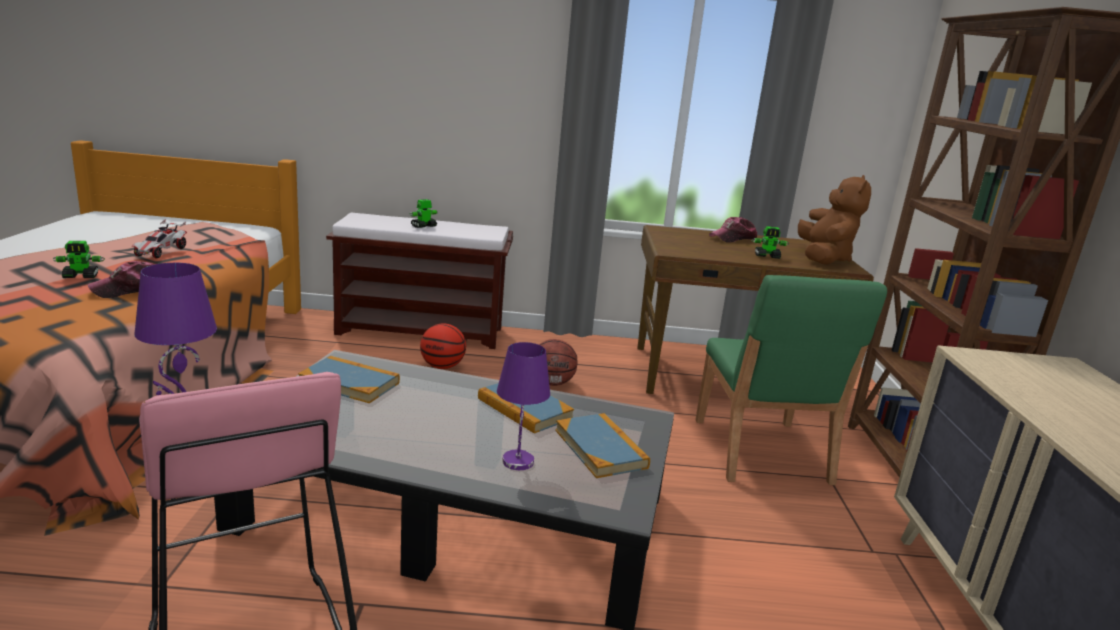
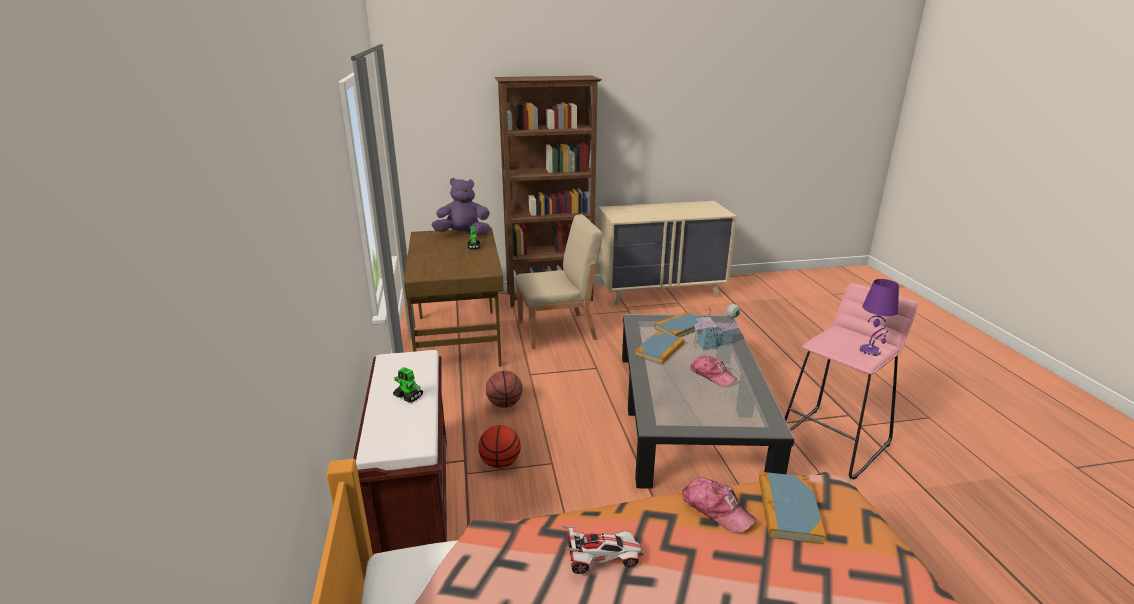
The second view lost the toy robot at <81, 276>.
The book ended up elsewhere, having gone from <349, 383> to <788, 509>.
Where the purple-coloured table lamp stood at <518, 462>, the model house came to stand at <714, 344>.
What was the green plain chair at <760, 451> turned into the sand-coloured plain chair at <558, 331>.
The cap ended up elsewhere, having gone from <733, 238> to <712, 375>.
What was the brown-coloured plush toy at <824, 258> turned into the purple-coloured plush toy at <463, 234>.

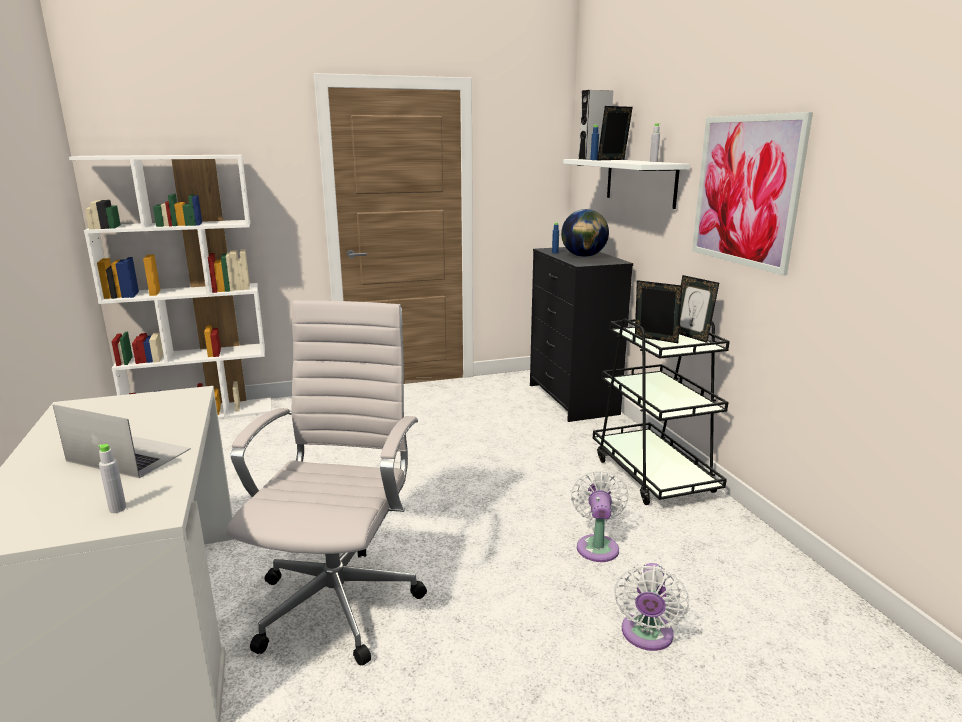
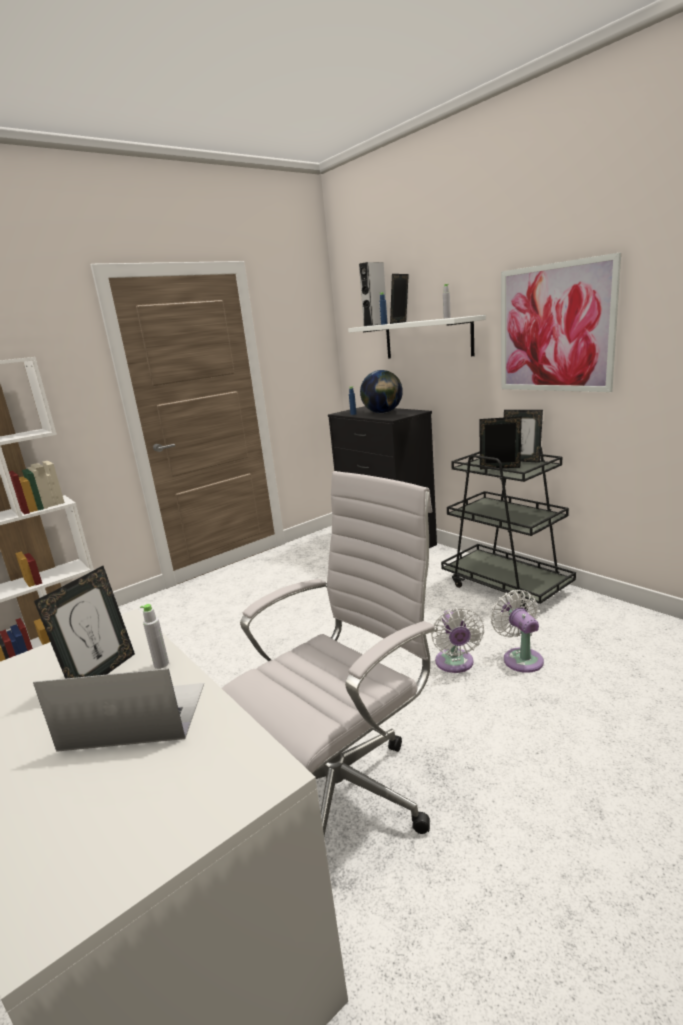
The grey drink bottle ended up elsewhere, having gone from <117, 509> to <161, 664>.
The white-coloured computer chair at <340, 599> ended up facing another way, 60 degrees clockwise from before.
The white-coloured electric fan ended up elsewhere, having gone from <646, 636> to <455, 664>.
The second view gained the standing frame at <101, 673>.

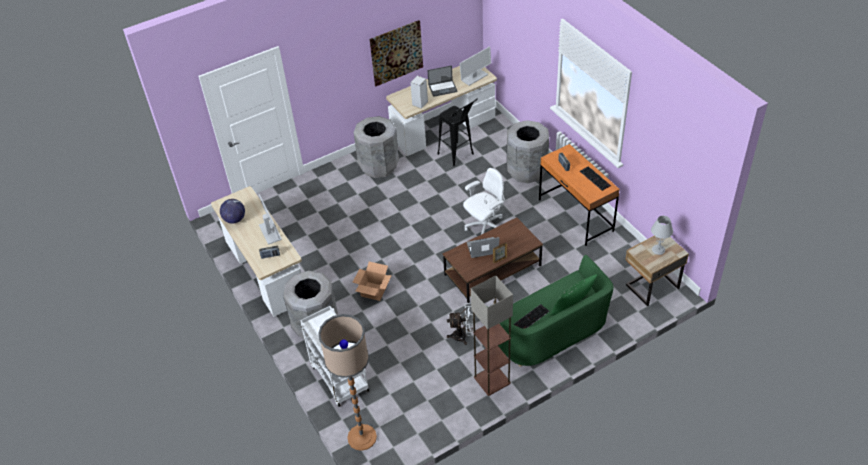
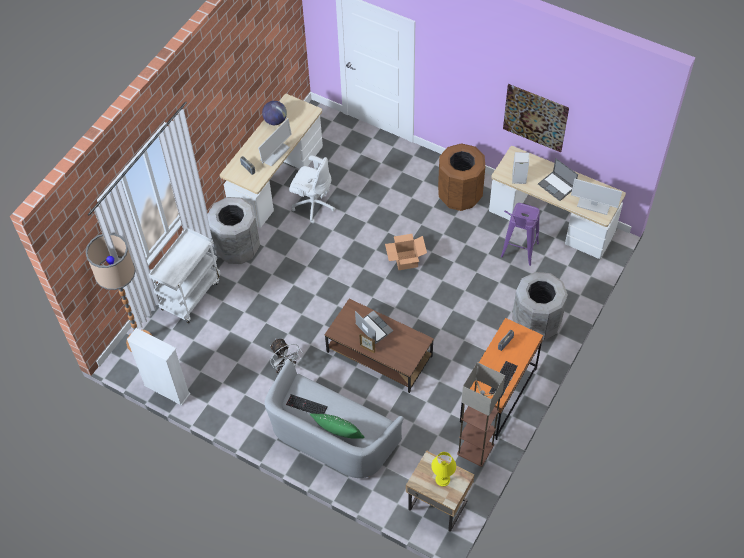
The packing box ended up elsewhere, having gone from <374, 291> to <406, 260>.
What was the grey trash can at <379, 166> turned into the brown-coloured trash can at <459, 195>.
What was the blackish stool seat at <459, 157> turned into the purple-coloured stool seat at <517, 255>.
The white-coloured computer chair ended up elsewhere, having gone from <485, 228> to <313, 204>.
The standard lamp ended up elsewhere, having gone from <492, 381> to <475, 449>.
What was the green couch at <551, 330> turned into the grey couch at <331, 436>.
What was the grey table lamp at <658, 249> turned into the yellow-coloured table lamp at <443, 479>.
The second view gained the white-coloured shelving unit at <167, 389>.

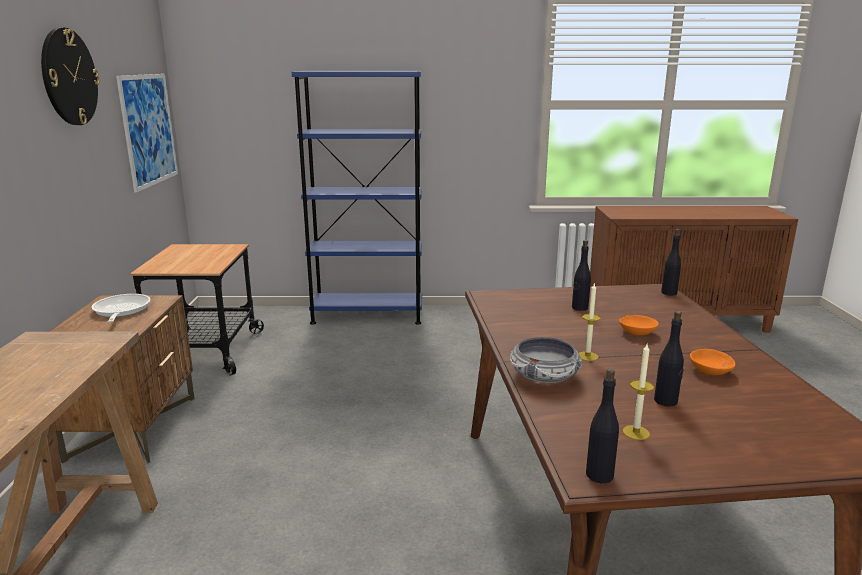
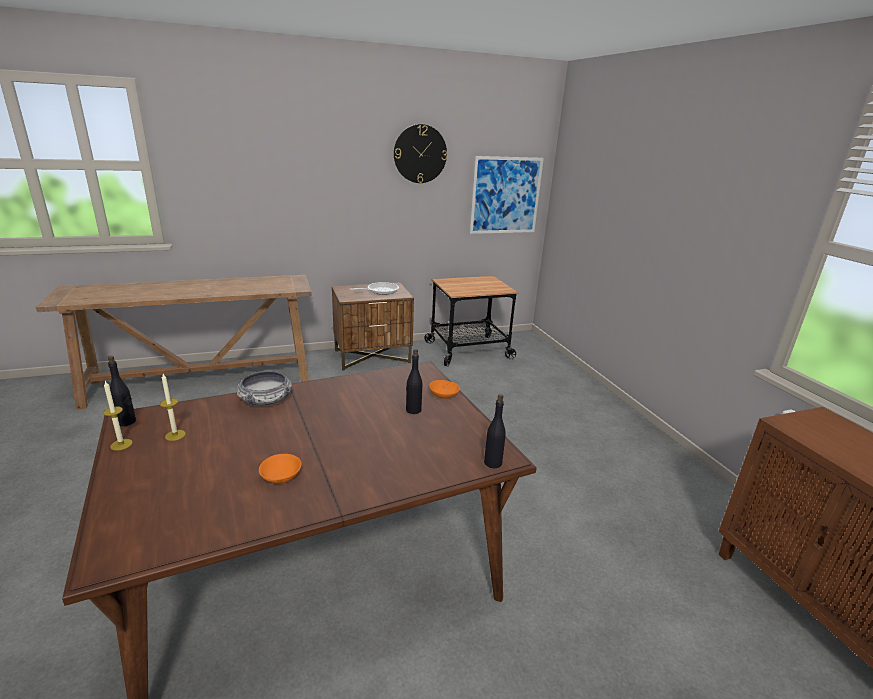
The second view lost the bluish shelving unit at <367, 315>.
The wax light ended up elsewhere, having gone from <587, 356> to <121, 444>.
The orange-coloured deep dish ended up elsewhere, having gone from <638, 333> to <443, 395>.
The second view lost the blackish drink bottle at <666, 401>.

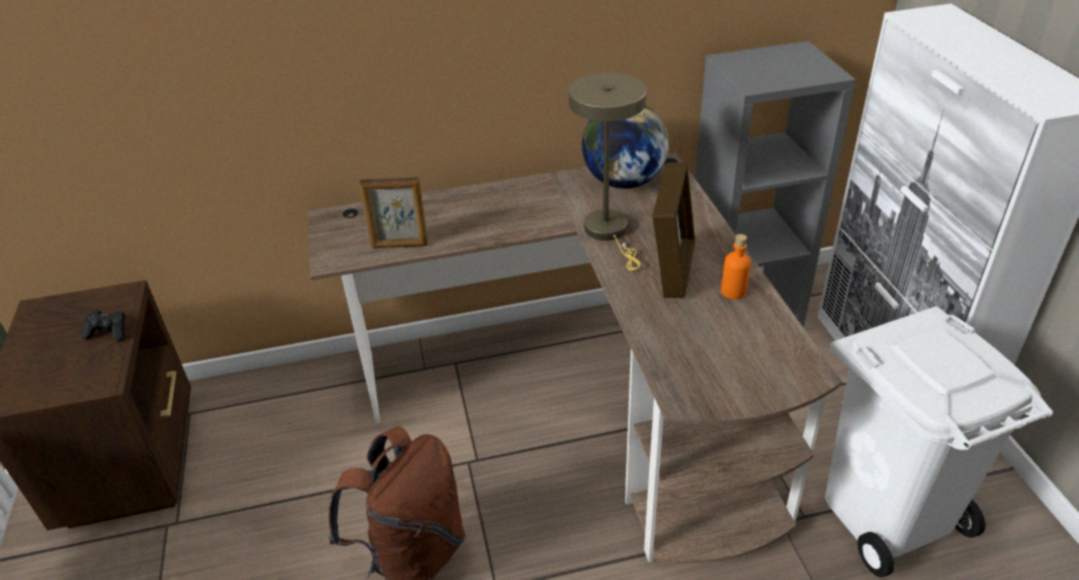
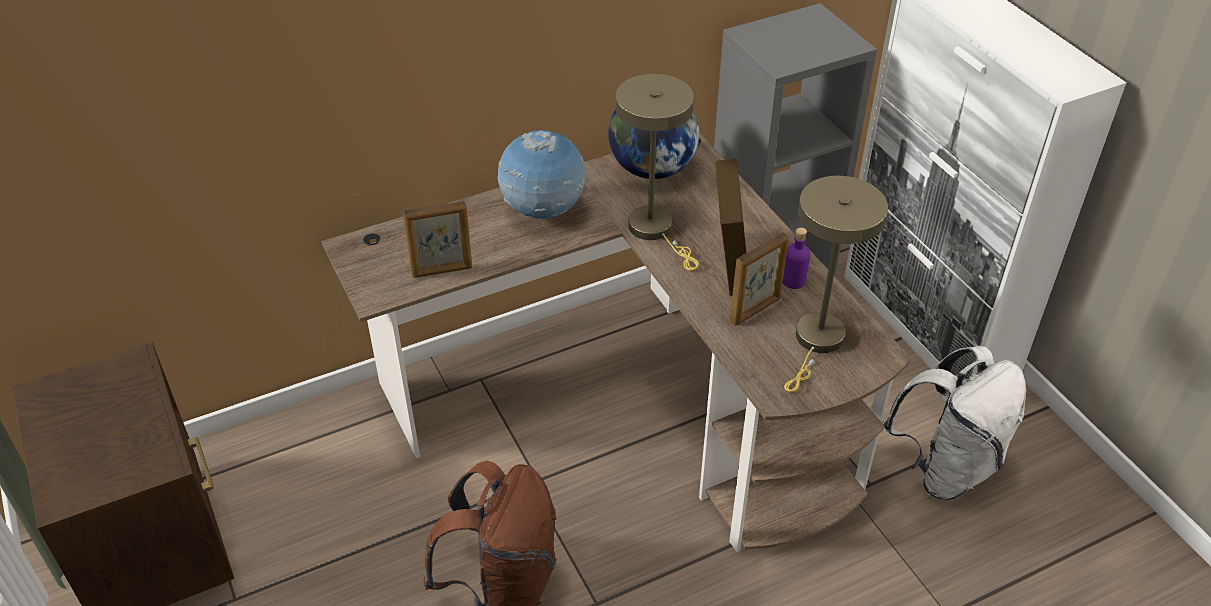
The second view lost the blackish joypad at <109, 332>.
What was the orange-coloured drink bottle at <733, 291> turned into the purple-coloured drink bottle at <793, 280>.
Where the white-coloured trash can stood at <888, 513>, the white-coloured backpack came to stand at <945, 467>.
The second view gained the world globe at <543, 212>.
The second view gained the standing frame at <755, 310>.
The second view gained the sand-coloured table lamp at <817, 342>.

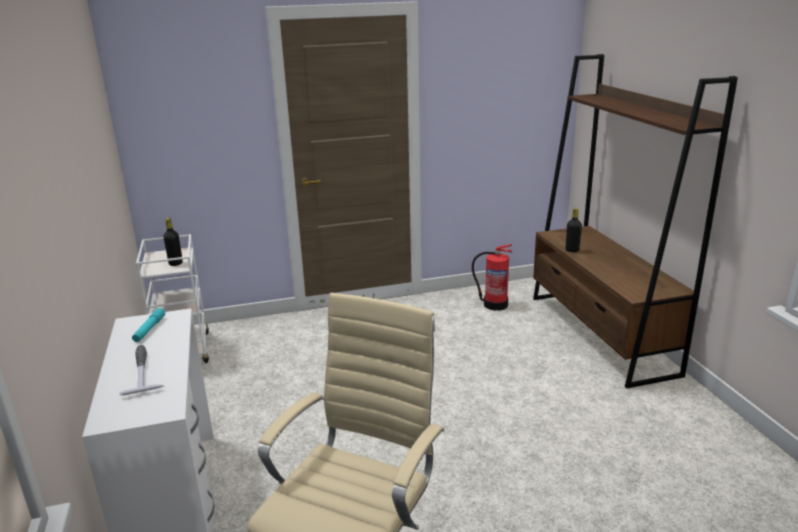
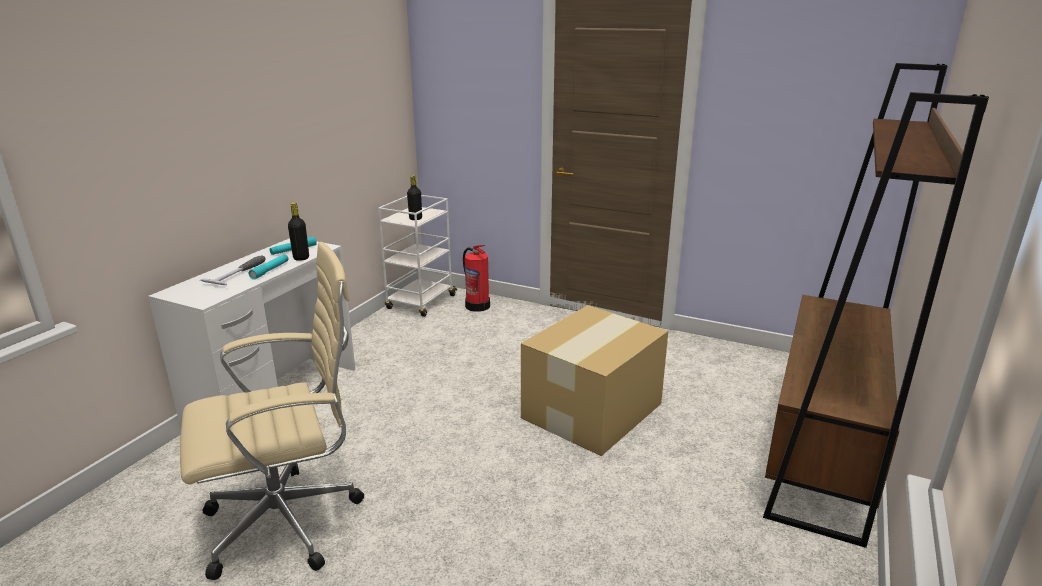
The extinguisher ended up elsewhere, having gone from <494, 304> to <477, 305>.
The blackish drink bottle ended up elsewhere, having gone from <572, 250> to <301, 258>.
The second view gained the blue-green flashlight at <270, 270>.
The second view gained the packing box at <593, 410>.

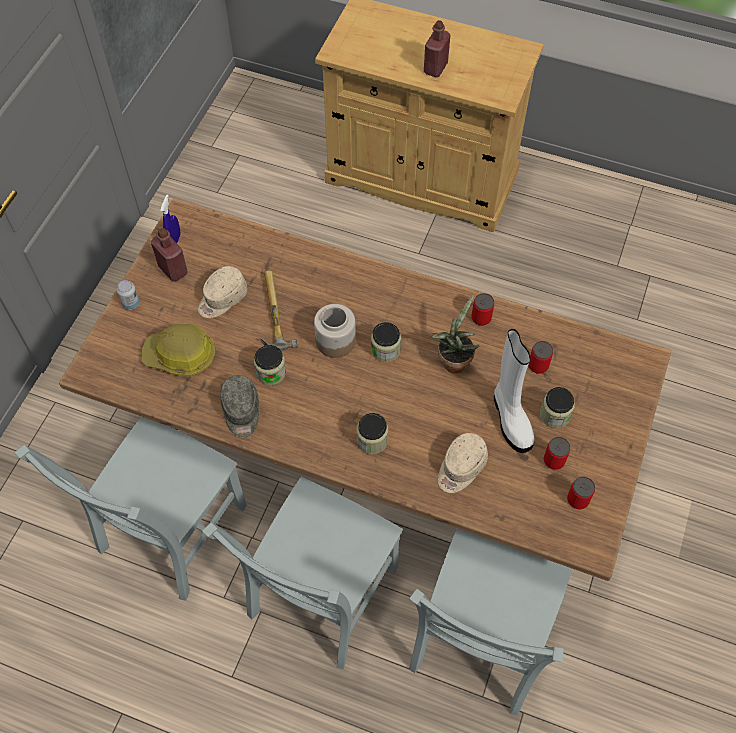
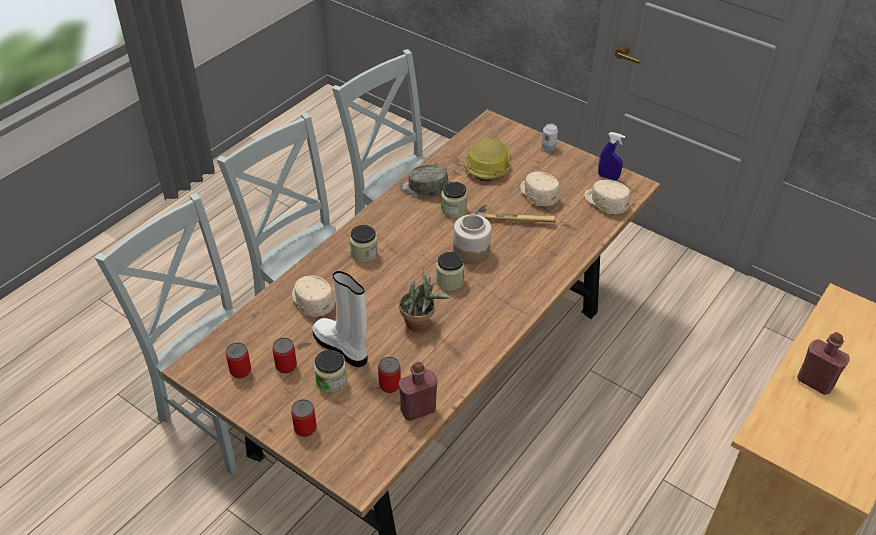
The reddish drink bottle ended up elsewhere, having gone from <173, 270> to <418, 410>.
The metal can ended up elsewhere, having gone from <481, 318> to <305, 428>.
The white-coloured boot at <510, 419> ended up facing another way, 45 degrees clockwise from before.
The second view gained the sand-coloured cap at <605, 203>.

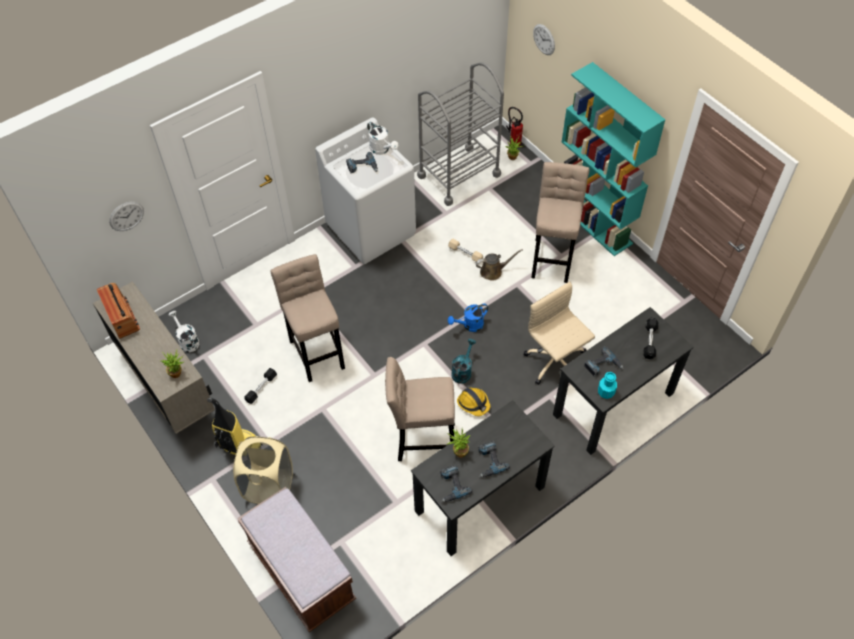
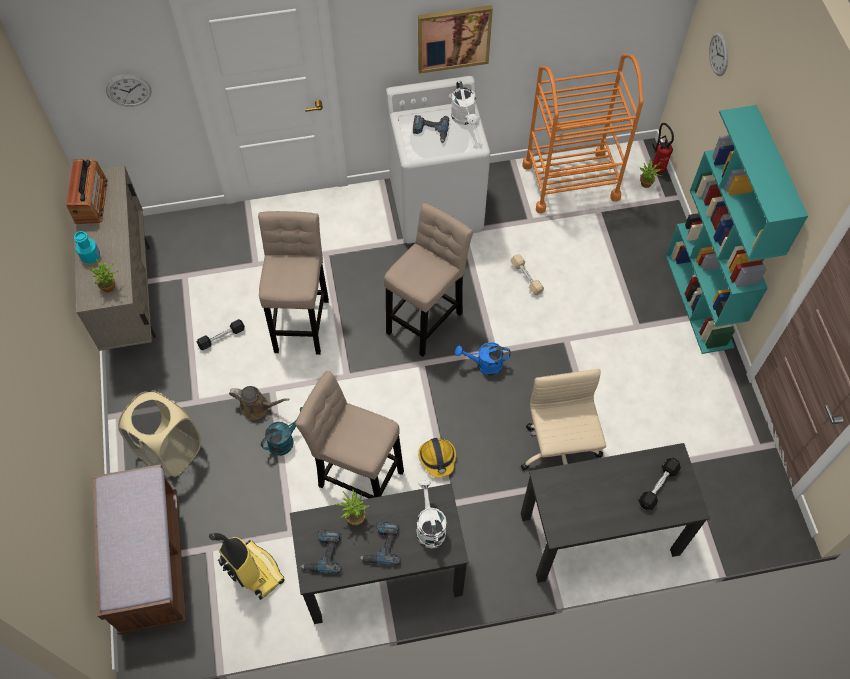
The white-coloured watering can ended up elsewhere, having gone from <187, 341> to <429, 526>.
The vacuum ended up elsewhere, having gone from <239, 445> to <254, 571>.
What was the grey wheeled cart at <459, 175> turned into the orange-coloured wheeled cart at <570, 181>.
The blue-green watering can ended up elsewhere, having gone from <462, 371> to <285, 440>.
The brown-coloured watering can ended up elsewhere, having gone from <493, 271> to <257, 407>.
The sand-coloured stool seat ended up elsewhere, having gone from <552, 257> to <427, 319>.
The second view lost the electric drill at <603, 366>.
The blue-green drink bottle ended up elsewhere, having gone from <606, 392> to <90, 256>.
The second view gained the wall picture at <453, 38>.

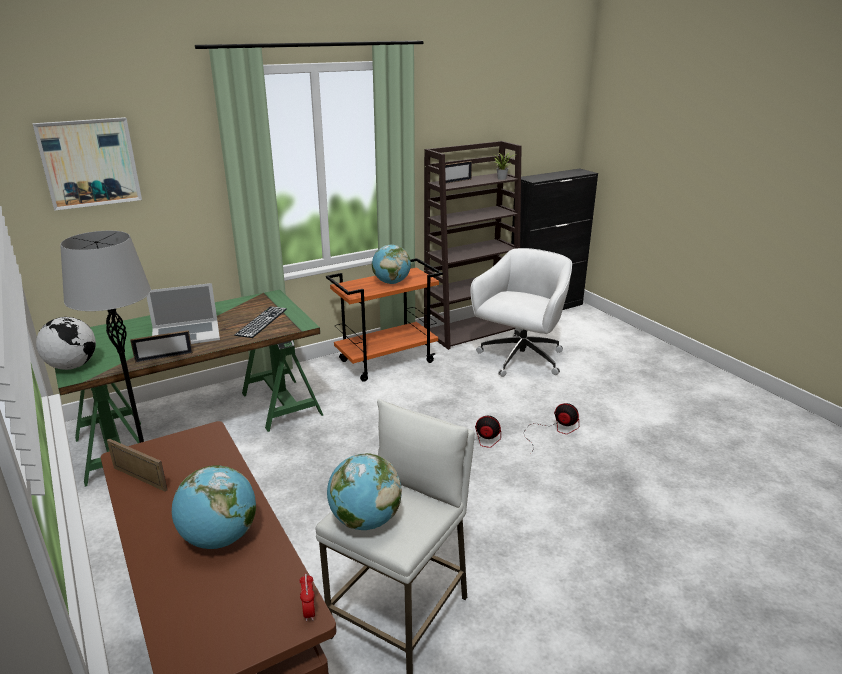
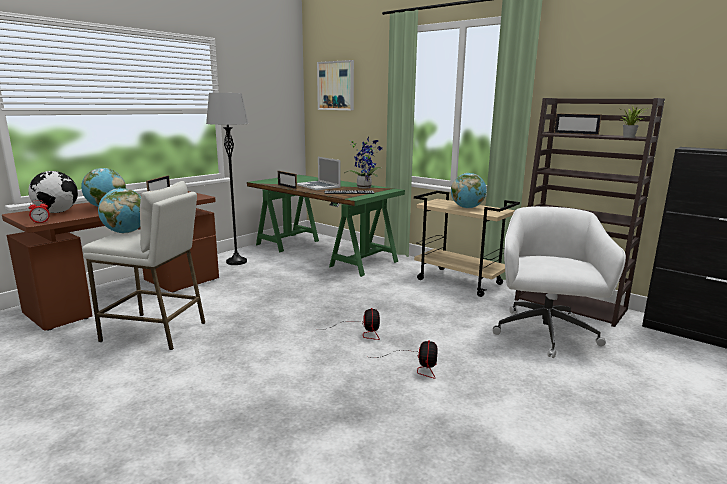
The world globe ended up elsewhere, having gone from <72, 366> to <57, 212>.
What was the orange-coloured wheeled cart at <387, 361> turned into the sand-coloured wheeled cart at <460, 282>.
The white-coloured computer chair at <520, 359> ended up facing another way, 90 degrees counterclockwise from before.
The second view gained the plant in a pot at <365, 187>.

